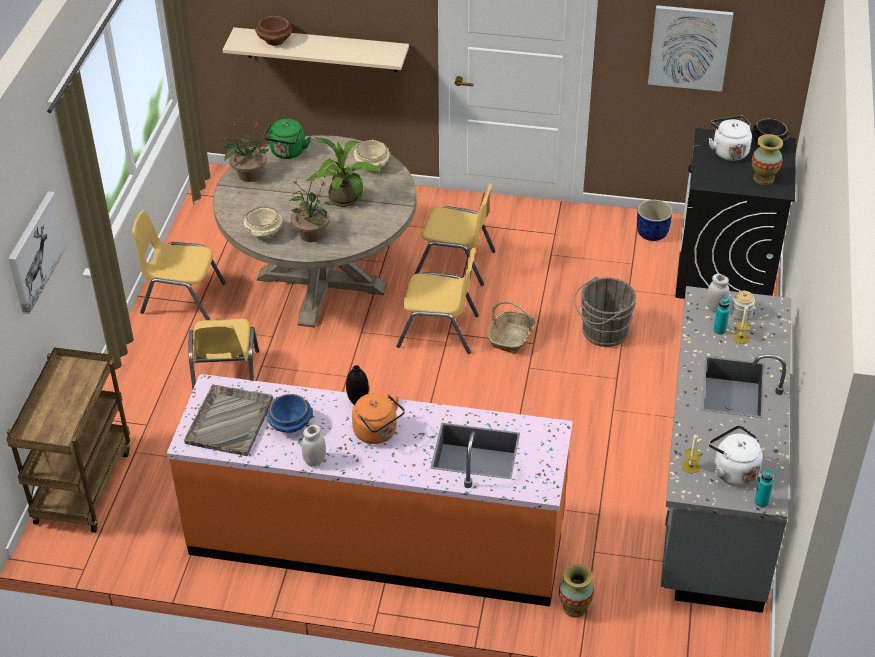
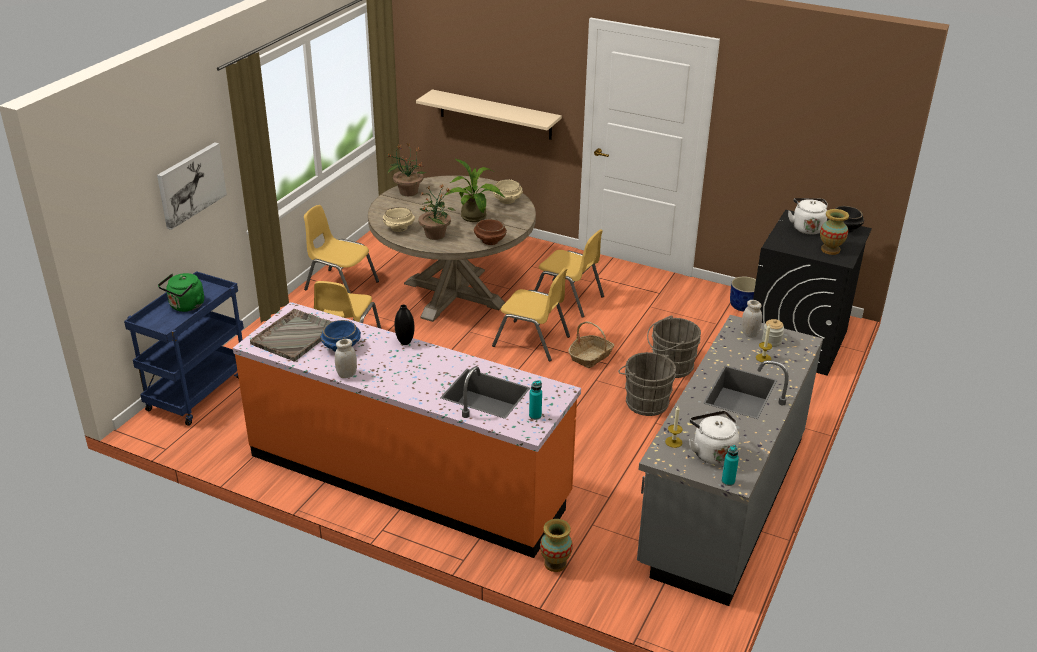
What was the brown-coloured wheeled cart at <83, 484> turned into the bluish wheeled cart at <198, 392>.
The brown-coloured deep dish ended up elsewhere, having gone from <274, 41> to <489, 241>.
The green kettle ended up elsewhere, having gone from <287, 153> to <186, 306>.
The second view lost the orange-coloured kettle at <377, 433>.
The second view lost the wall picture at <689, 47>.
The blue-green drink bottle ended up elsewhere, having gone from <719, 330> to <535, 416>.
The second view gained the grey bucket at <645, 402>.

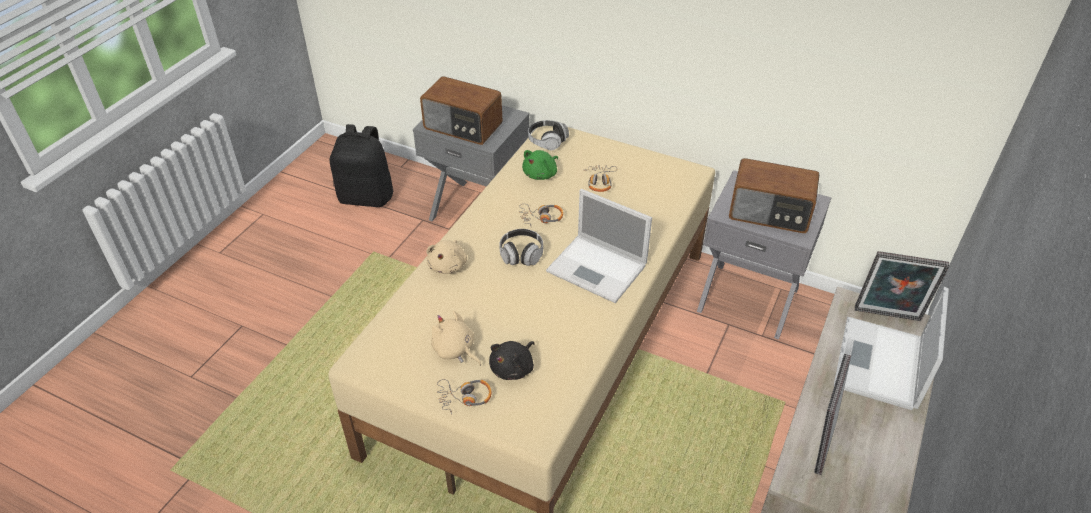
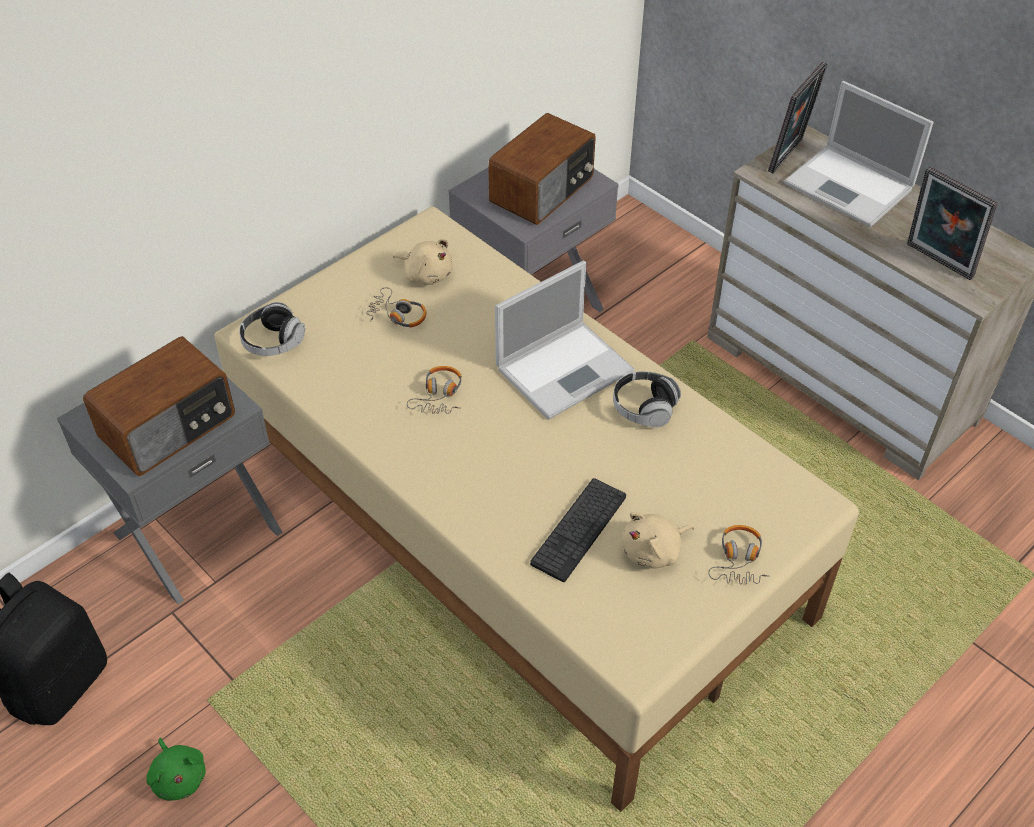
The sand-coloured plush toy ended up elsewhere, having gone from <448, 265> to <426, 274>.
The second view lost the blackish plush toy at <513, 368>.
The pair of headphones ended up elsewhere, having gone from <521, 255> to <644, 408>.
The green plush toy ended up elsewhere, having gone from <541, 174> to <179, 777>.
The second view gained the PC keyboard at <579, 530>.

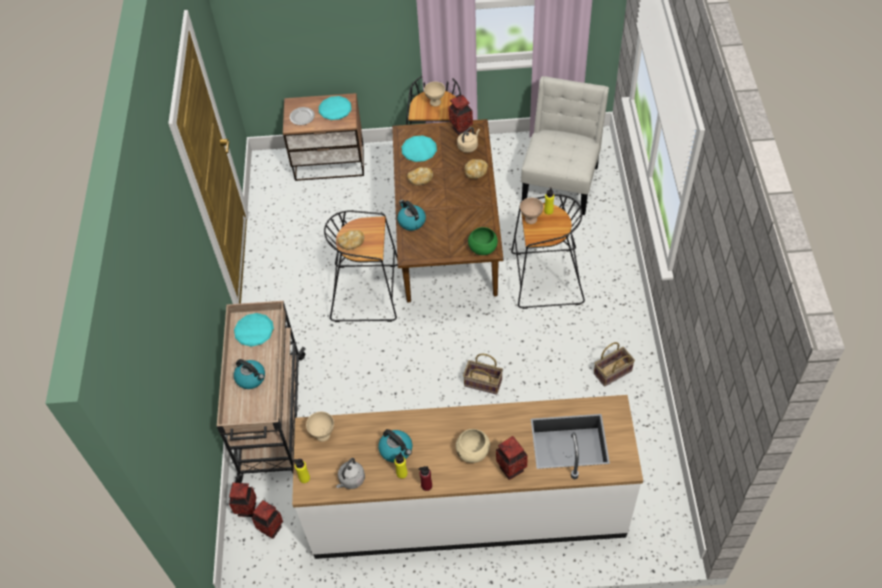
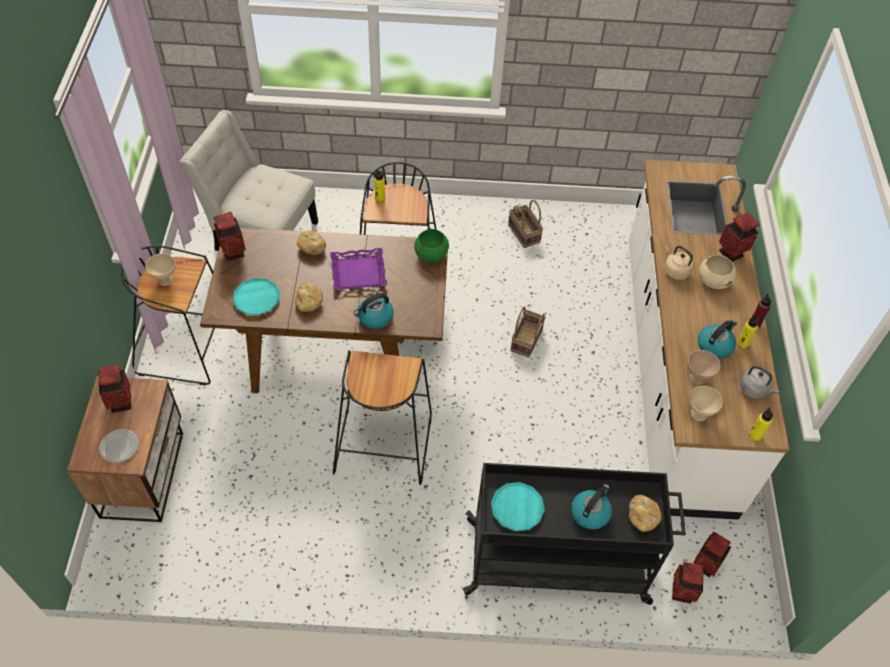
What was the sand-coloured wheeled cart at <271, 419> turned into the blackish wheeled cart at <559, 562>.
Where the blue-green plate stood at <335, 110>, the vase came to stand at <121, 403>.
The bakery bread ended up elsewhere, having gone from <351, 244> to <642, 517>.
The sand-coloured kettle ended up elsewhere, having gone from <468, 146> to <675, 270>.
The sand-coloured deep dish ended up elsewhere, having gone from <530, 219> to <697, 378>.
The second view gained the purple-coloured serving tray at <358, 272>.

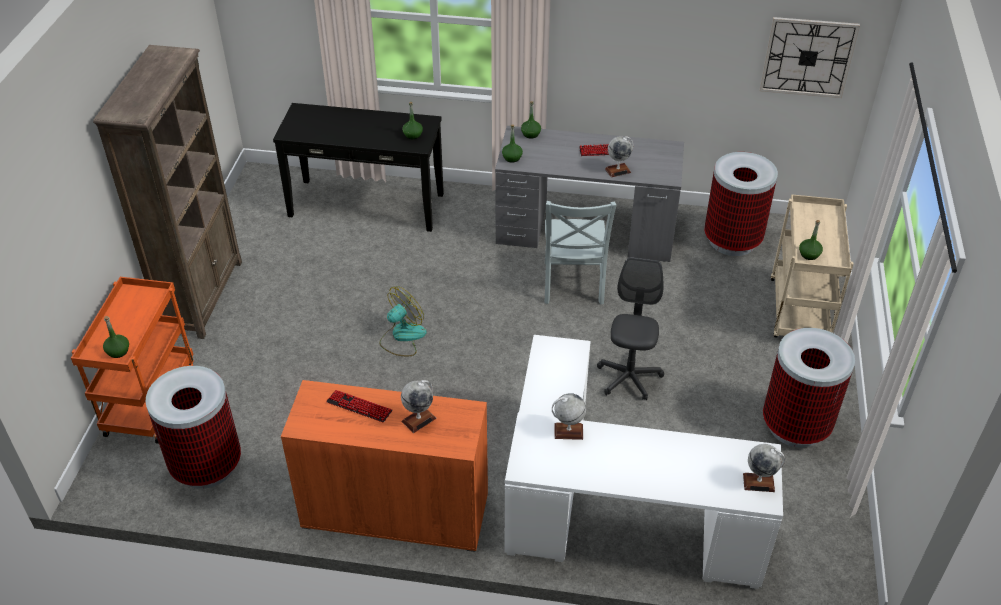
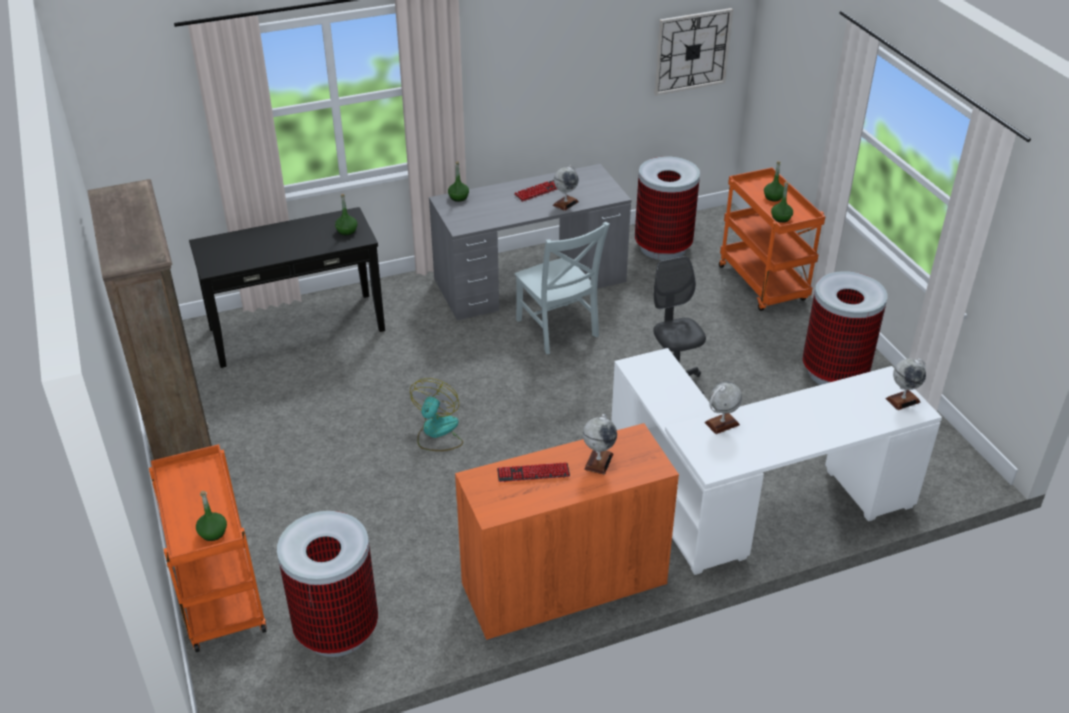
The green drink bottle ended up elsewhere, having gone from <512, 158> to <773, 197>.
What was the sand-coloured wheeled cart at <799, 313> turned into the orange-coloured wheeled cart at <764, 285>.

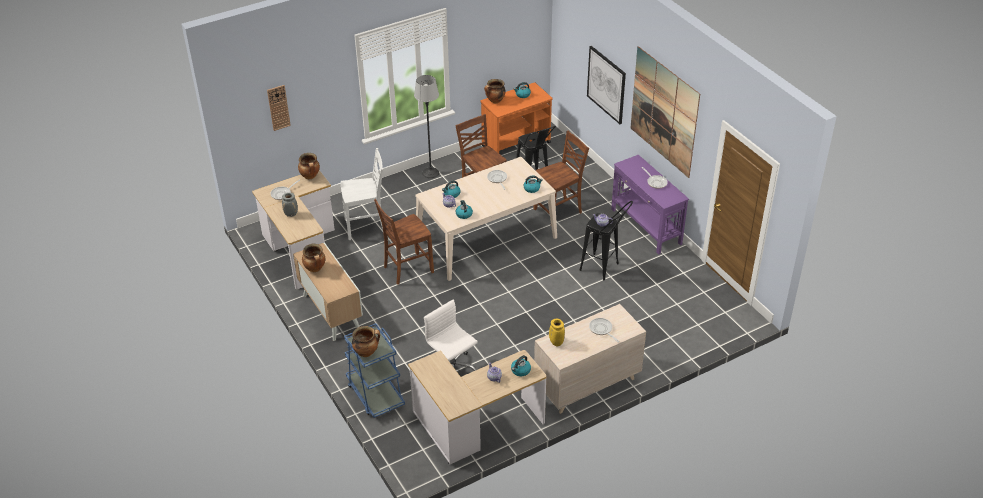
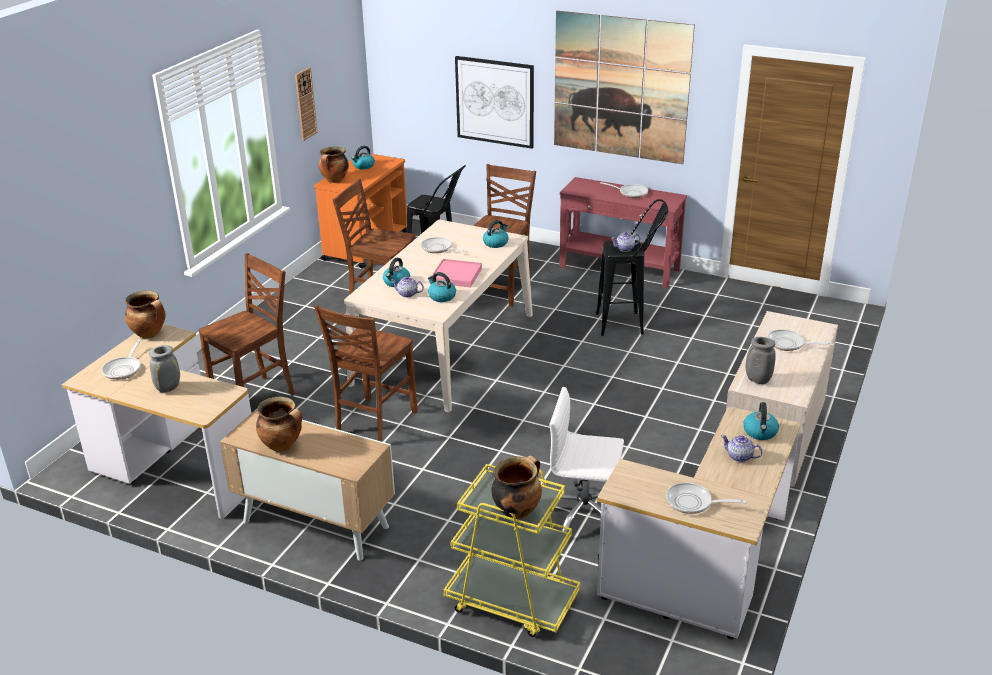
The clock on the wall ended up elsewhere, having gone from <278, 107> to <305, 104>.
What was the white-coloured plain chair at <366, 227> turned into the brown-coloured plain chair at <256, 398>.
What was the bluish wheeled cart at <375, 394> turned into the yellow-coloured wheeled cart at <511, 602>.
The second view lost the standard lamp at <430, 173>.
What was the yellow-coloured vase at <556, 342> turned into the grey vase at <757, 380>.
What was the purple-coloured console table at <646, 227> turned into the reddish console table at <619, 269>.
The second view gained the pink serving tray at <456, 275>.
The second view gained the pan at <693, 503>.

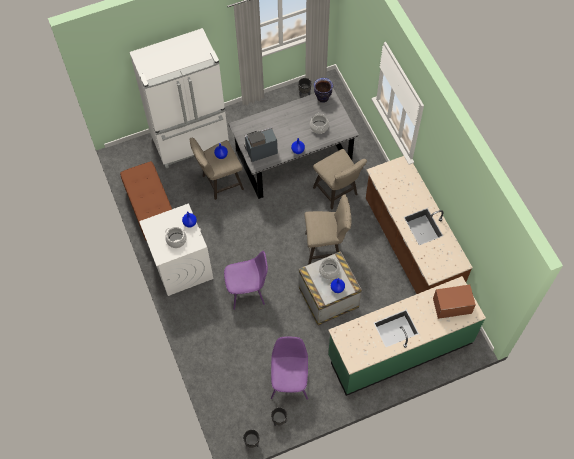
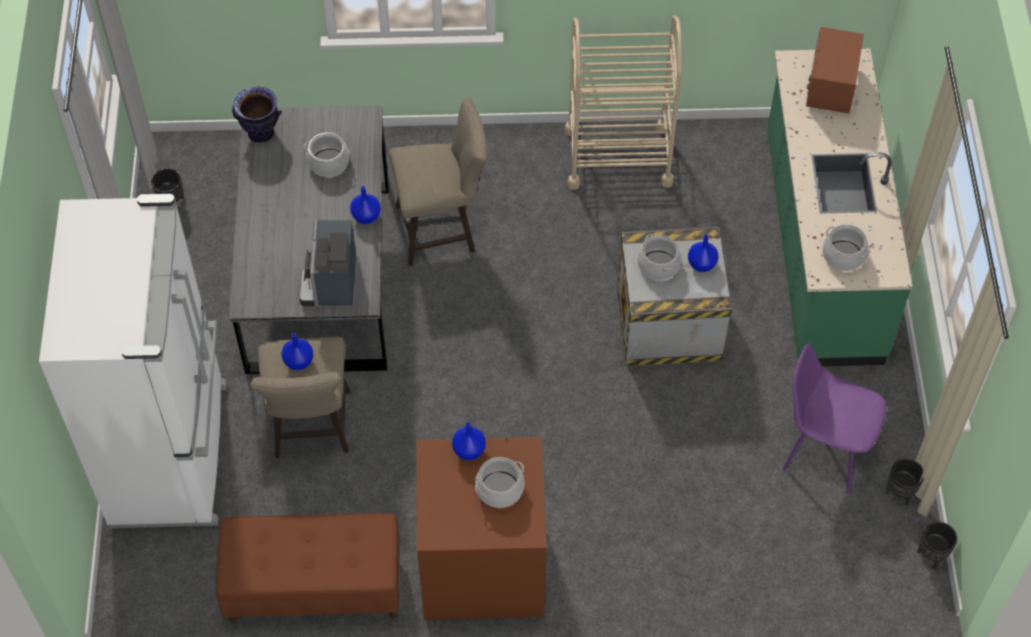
What was the white-coloured laundry appliance at <181, 265> turned into the brown-coloured laundry appliance at <481, 567>.
The second view lost the purple-coloured plain chair at <248, 291>.
The second view lost the sand-coloured stool seat at <326, 247>.
Where the brown-coloured counter stood at <410, 248>, the sand-coloured wheeled cart came to stand at <618, 156>.
The second view gained the saucepot at <843, 255>.

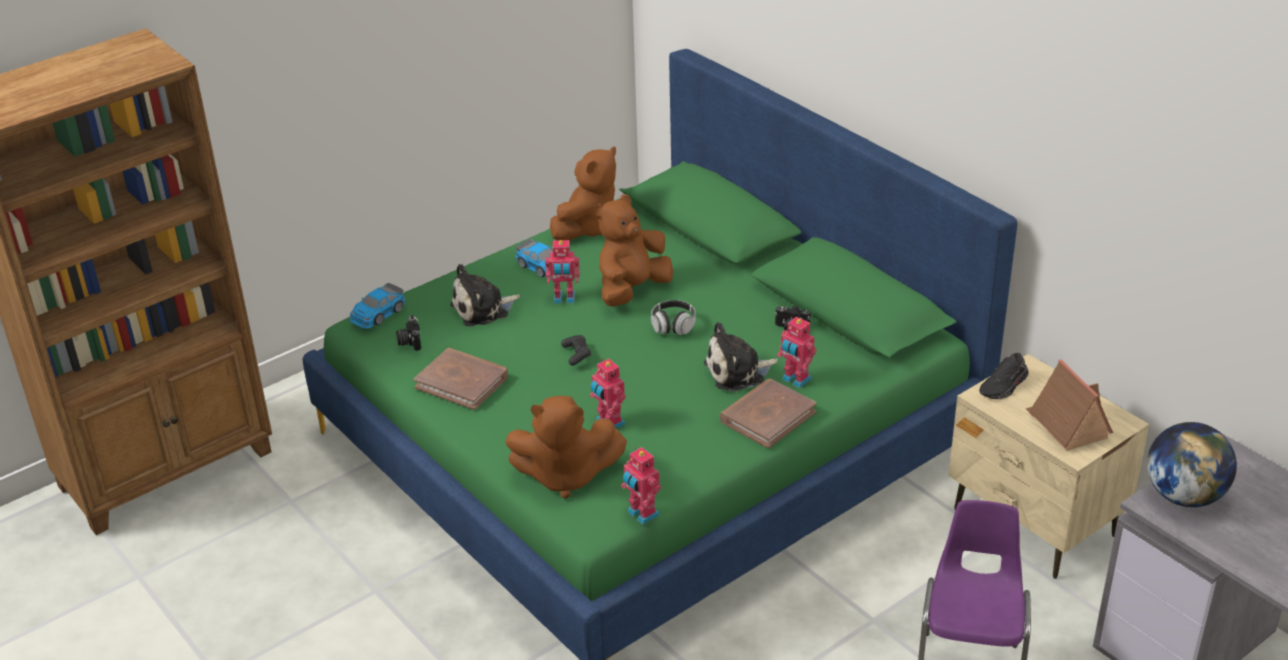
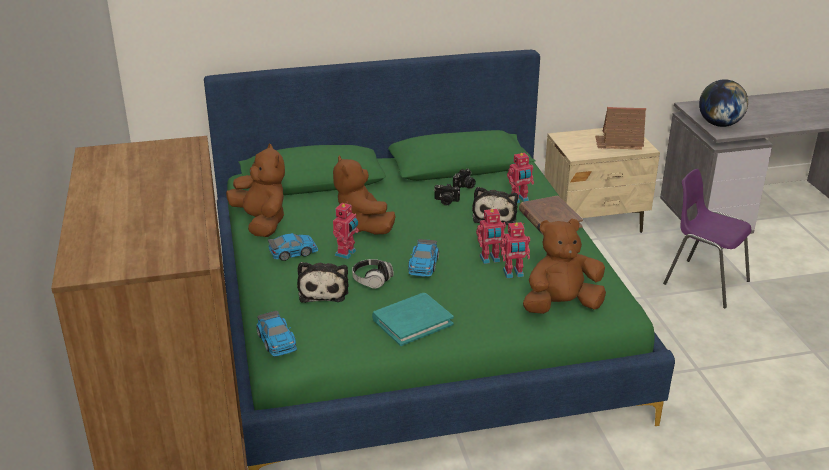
The still camera ended up elsewhere, having gone from <409, 341> to <446, 201>.
What was the brown-coloured book at <462, 382> turned into the blue-green book at <412, 322>.
The brown-coloured plush toy at <565, 476> ended up facing another way, 135 degrees counterclockwise from before.
Where the blackish joypad stood at <576, 354>, the model car came to stand at <423, 265>.
The toy robot ended up elsewhere, having gone from <641, 514> to <490, 259>.
The pair of headphones ended up elsewhere, having gone from <673, 325> to <372, 280>.
The second view lost the blackish low shoe at <1004, 386>.

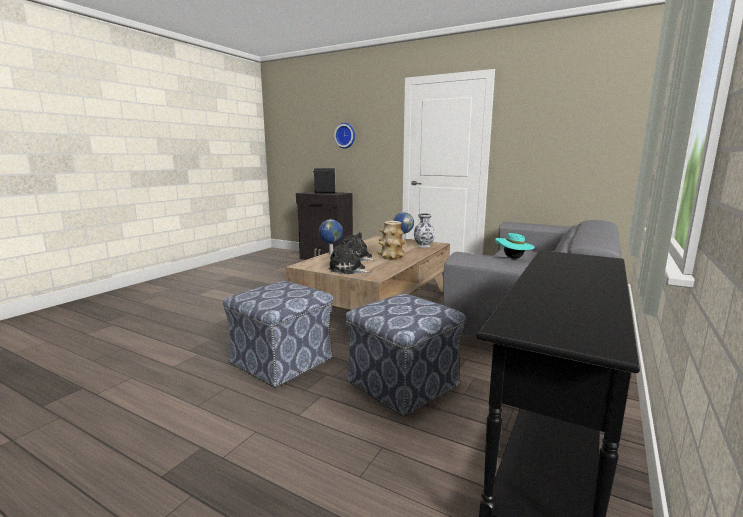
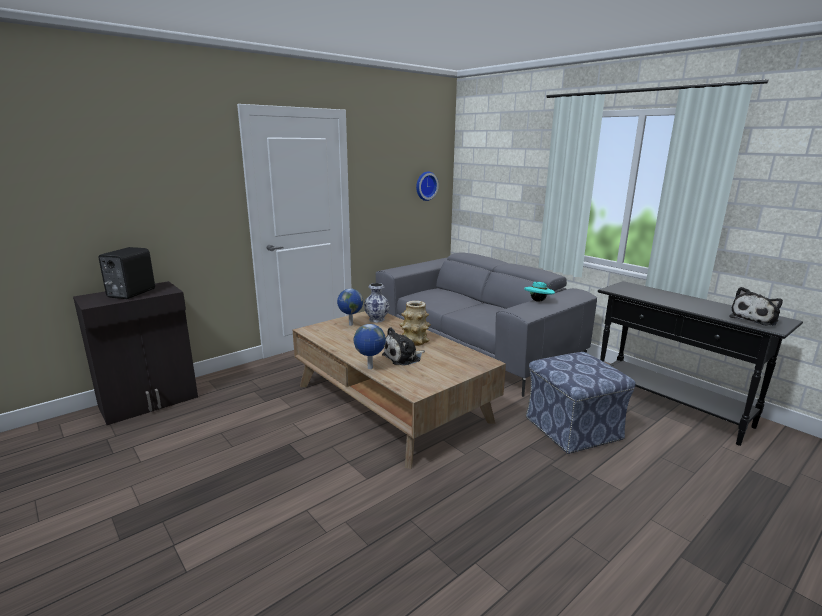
The second view lost the pouffe at <282, 361>.
The plush toy ended up elsewhere, having gone from <348, 270> to <754, 319>.
The clock on the wall ended up elsewhere, having gone from <346, 135> to <425, 186>.

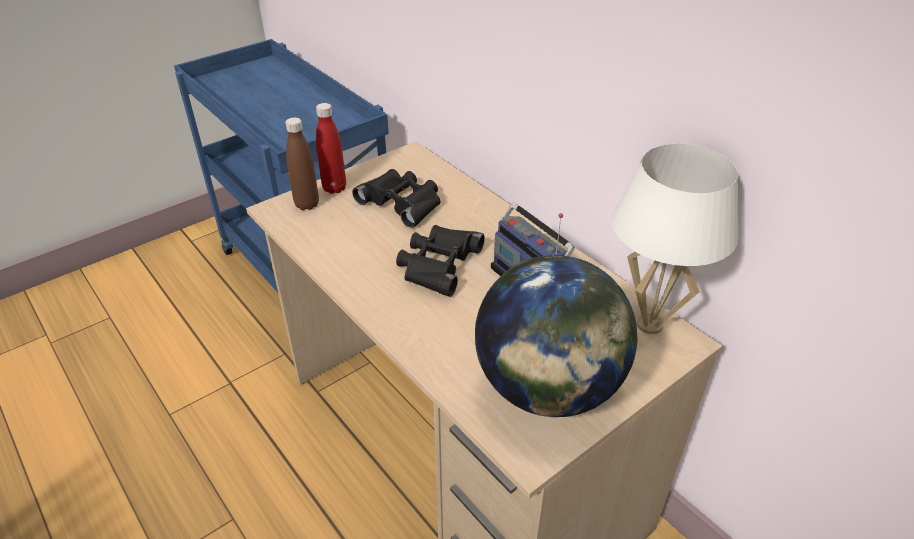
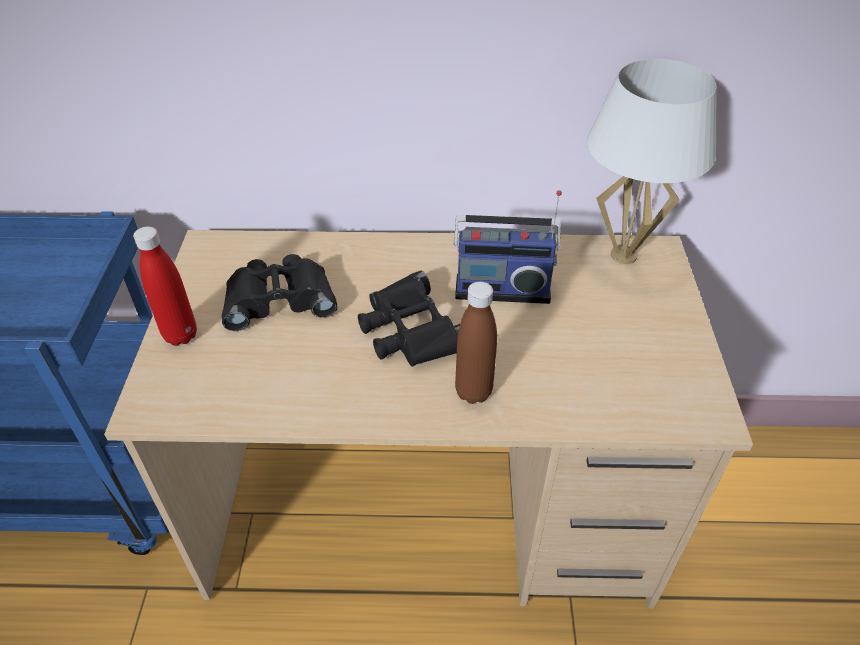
The brown-coloured drink bottle ended up elsewhere, having gone from <307, 204> to <473, 392>.
The second view lost the world globe at <547, 389>.

